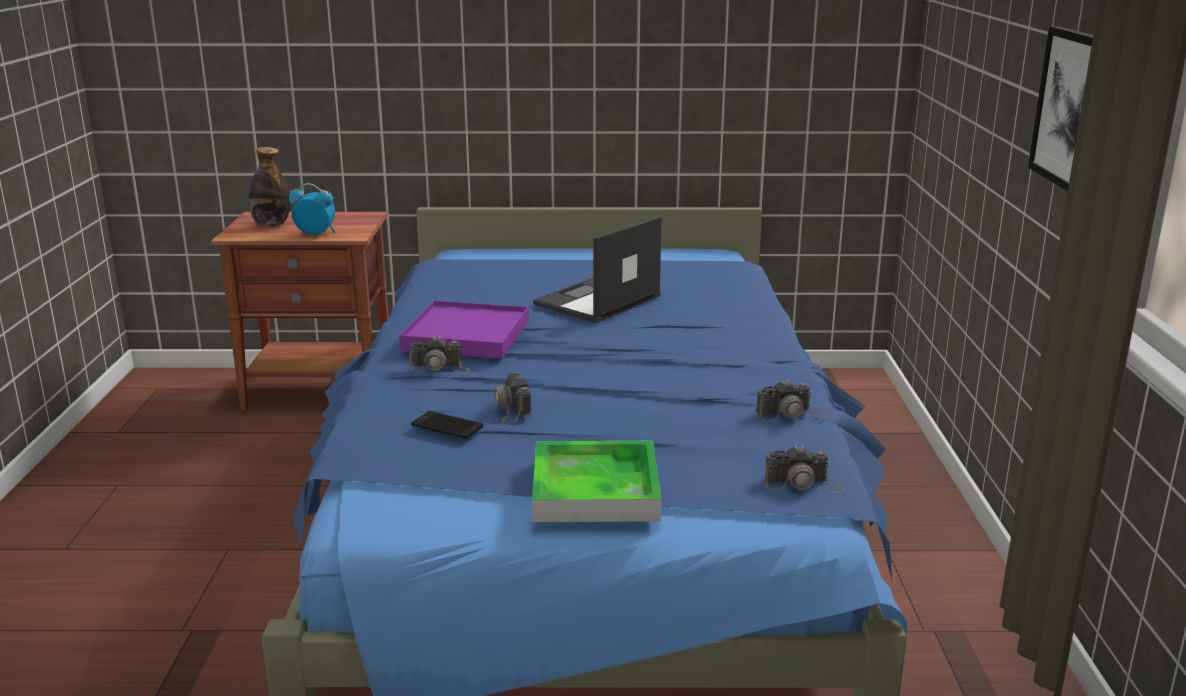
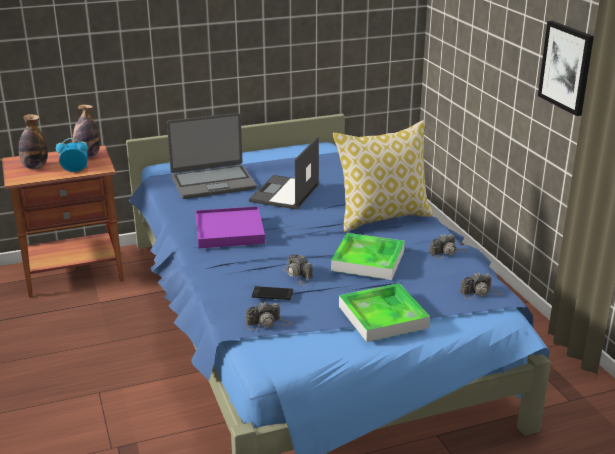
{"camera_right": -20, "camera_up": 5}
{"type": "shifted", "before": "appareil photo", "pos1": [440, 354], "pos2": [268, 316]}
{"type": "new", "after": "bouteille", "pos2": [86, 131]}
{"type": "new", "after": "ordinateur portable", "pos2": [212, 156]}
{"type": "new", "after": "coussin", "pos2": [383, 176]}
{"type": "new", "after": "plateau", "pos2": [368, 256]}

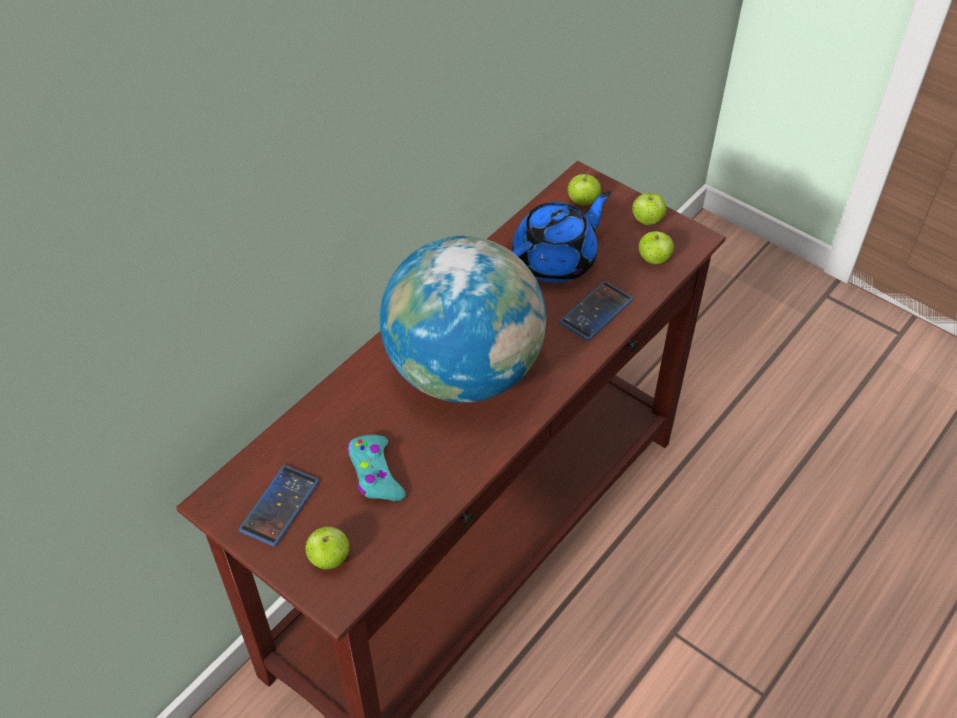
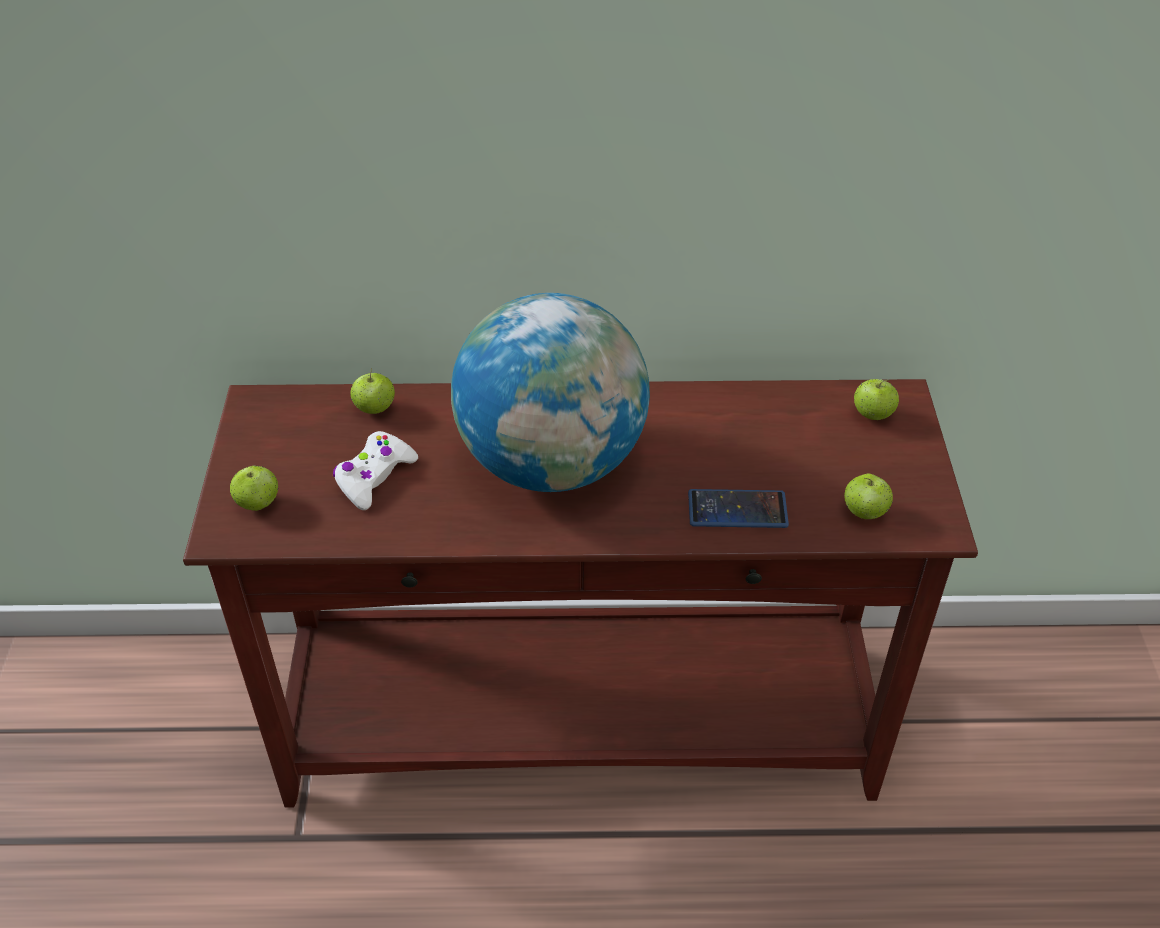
{"camera_right": 50, "camera_up": -5}
{"type": "gone", "before": "théière/bleu", "pos1": [561, 237]}
{"type": "shifted", "before": "pomme", "pos1": [649, 208], "pos2": [372, 391]}
{"type": "repainted", "before": "manette/turquoise", "after": "manette/blanc", "pos1": [376, 468], "pos2": [375, 470]}
{"type": "gone", "before": "téléphone", "pos1": [279, 506]}

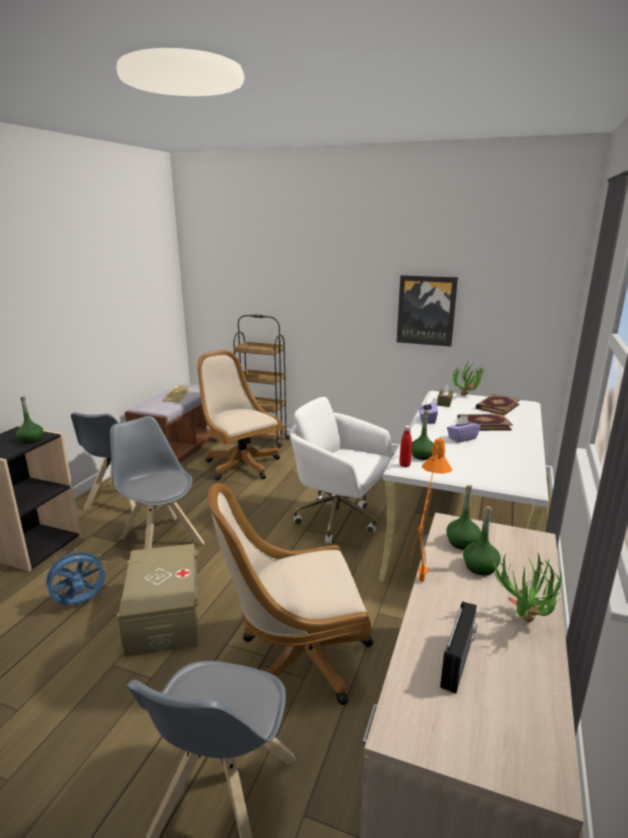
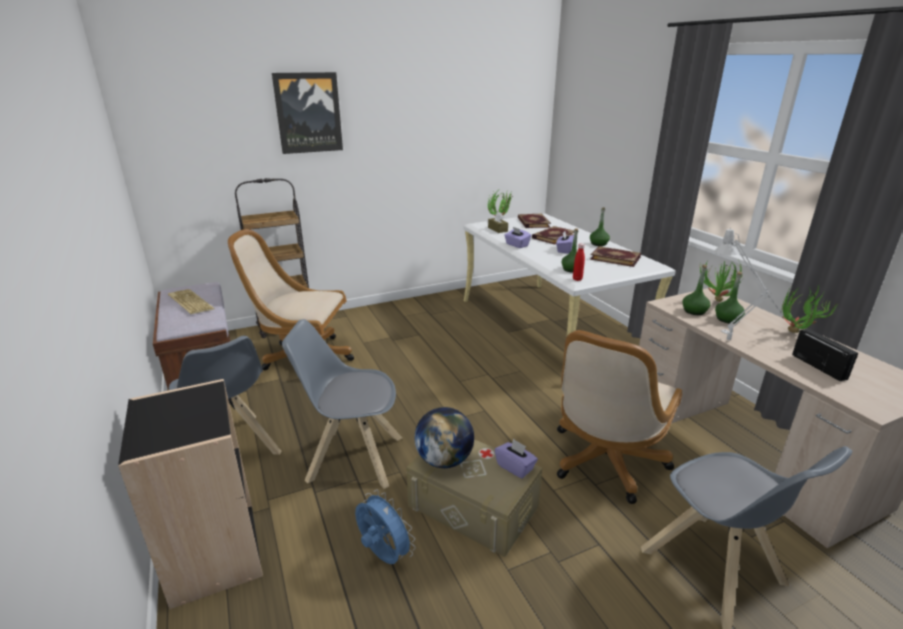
{"camera_right": -45, "camera_up": 5}
{"type": "shifted", "before": "tableau", "pos1": [427, 311], "pos2": [307, 113]}
{"type": "shifted", "before": "bouteille/vert", "pos1": [29, 420], "pos2": [600, 226]}
{"type": "gone", "before": "chaise de bureau/blanc", "pos1": [341, 470]}
{"type": "repainted", "before": "lampe de table/orange", "after": "lampe de table/gris", "pos1": [431, 510], "pos2": [749, 284]}
{"type": "rotated", "before": "ventilateur/bleu", "pos1": [74, 576], "pos2": [385, 527], "turn": 120}
{"type": "new", "after": "livre", "pos2": [615, 256]}
{"type": "new", "after": "plante en pot", "pos2": [721, 280]}
{"type": "new", "after": "globe", "pos2": [444, 437]}
{"type": "new", "after": "boîte à mouchoirs/violet", "pos2": [516, 459]}

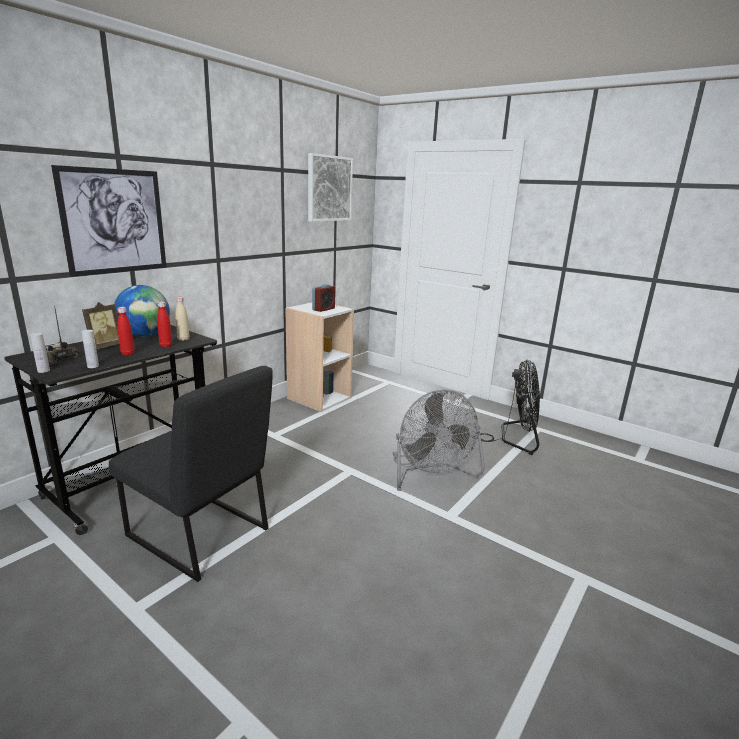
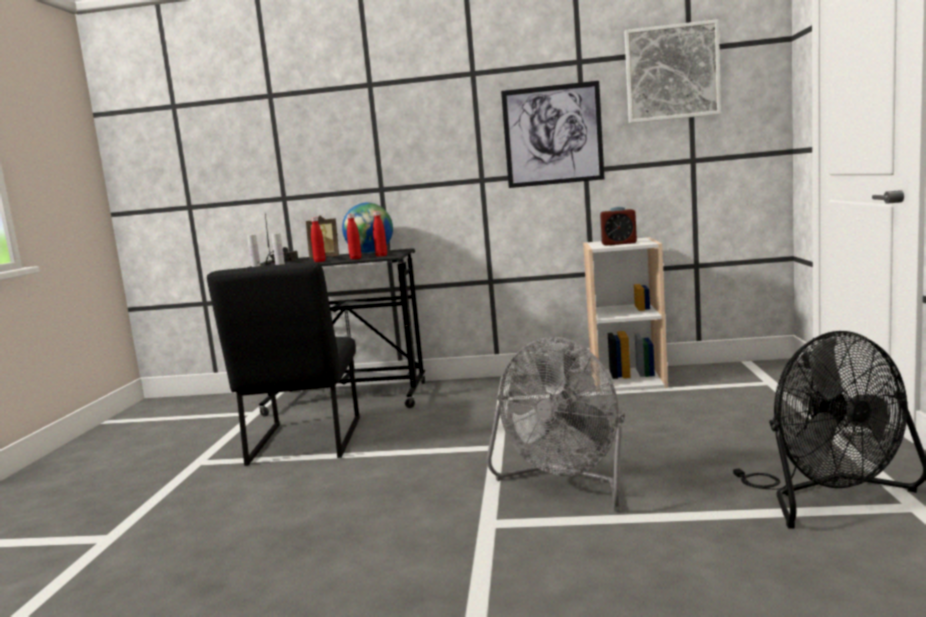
{"camera_right": 60, "camera_up": -10}
{"type": "shifted", "before": "tableau", "pos1": [108, 221], "pos2": [553, 134]}
{"type": "repainted", "before": "bouteille/beige", "after": "bouteille/rouge", "pos1": [182, 319], "pos2": [380, 234]}

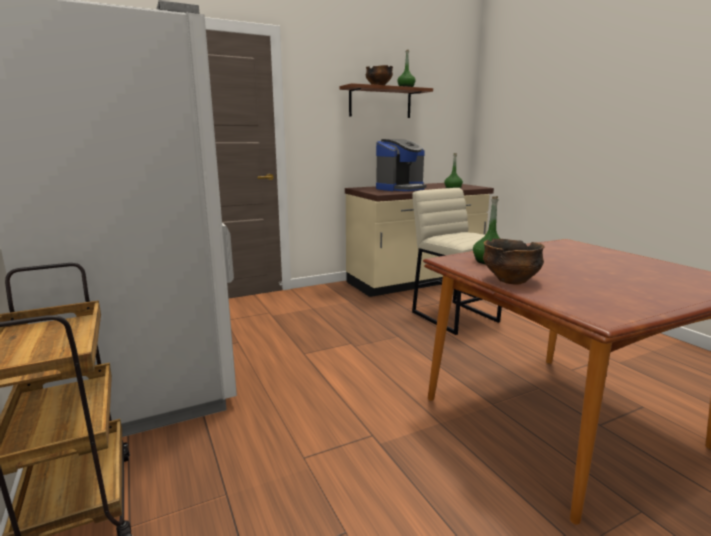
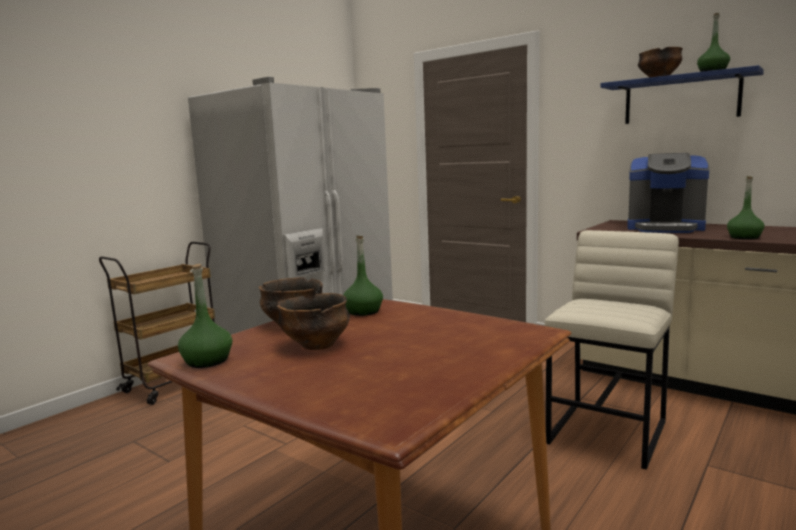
{"camera_right": 65, "camera_up": -5}
{"type": "repainted", "before": "étagère/marron", "after": "étagère/bleu", "pos1": [386, 100], "pos2": [682, 94]}
{"type": "new", "after": "bouteille/vert", "pos2": [205, 316]}
{"type": "new", "after": "bol", "pos2": [313, 321]}

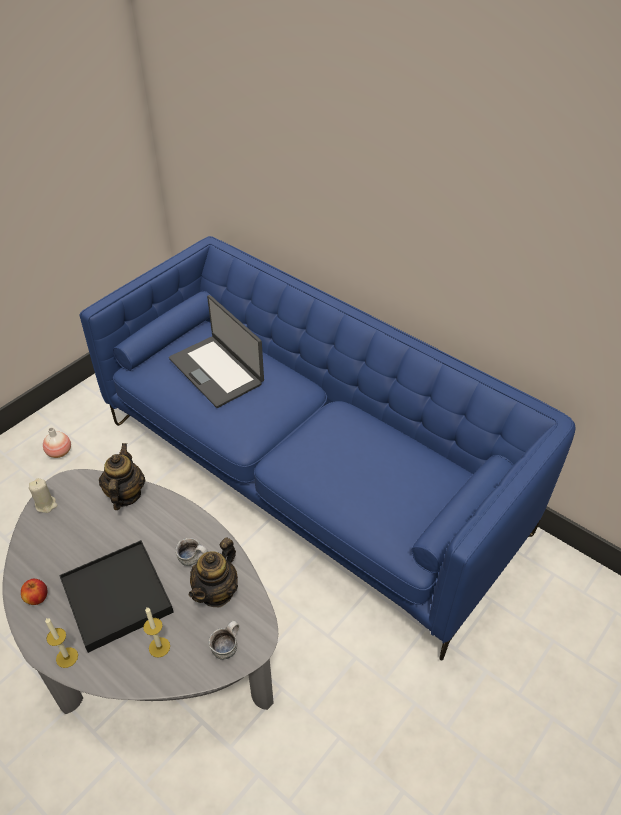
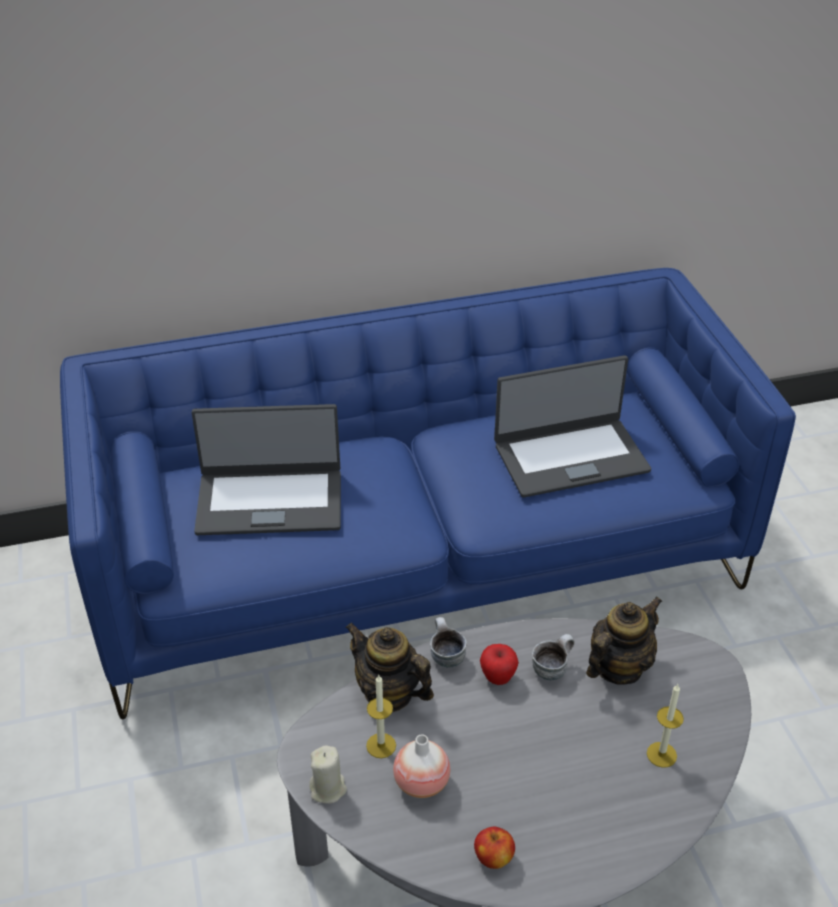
{"camera_right": -55, "camera_up": -5}
{"type": "shifted", "before": "vase", "pos1": [57, 442], "pos2": [421, 766]}
{"type": "rotated", "before": "théière", "pos1": [213, 572], "pos2": [624, 640], "turn": -105}
{"type": "gone", "before": "plateau/noir", "pos1": [116, 596]}
{"type": "shifted", "before": "bougie", "pos1": [61, 643], "pos2": [381, 716]}
{"type": "shifted", "before": "mug", "pos1": [224, 640], "pos2": [448, 642]}
{"type": "new", "after": "ordinateur portable", "pos2": [572, 426]}
{"type": "new", "after": "pomme", "pos2": [499, 664]}

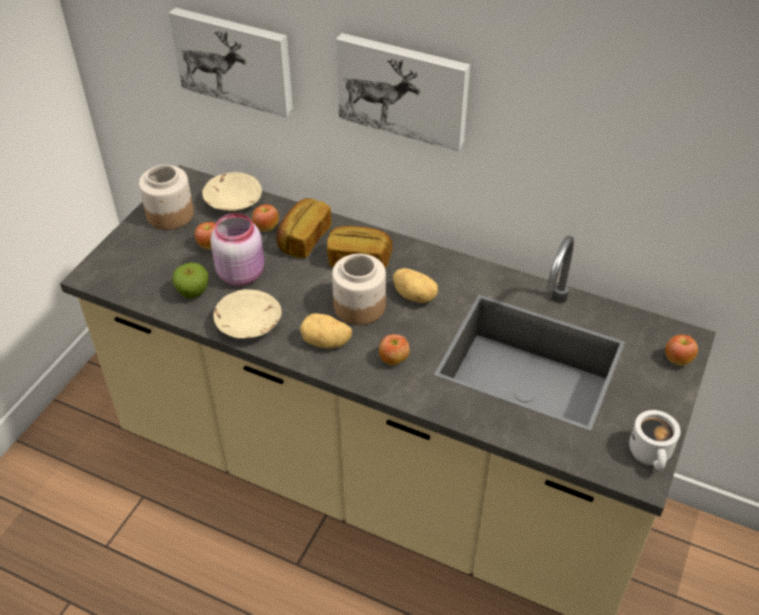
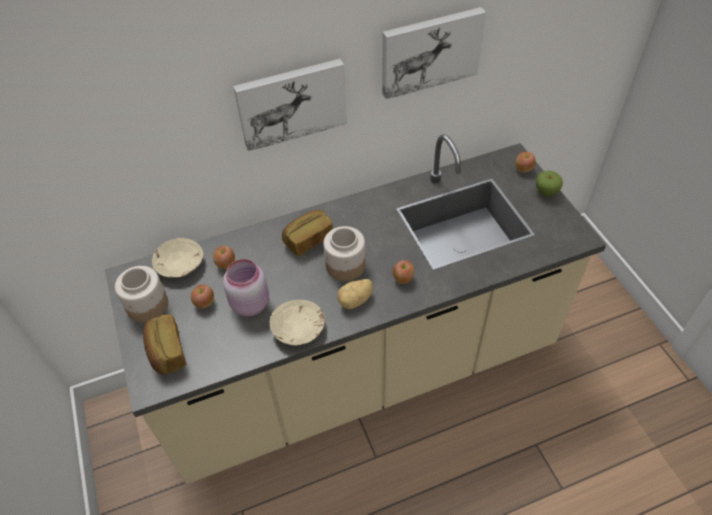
{"camera_right": -45, "camera_up": 5}
{"type": "shifted", "before": "tableau", "pos1": [231, 62], "pos2": [434, 53]}
{"type": "shifted", "before": "pain", "pos1": [303, 228], "pos2": [164, 344]}
{"type": "shifted", "before": "pomme", "pos1": [190, 280], "pos2": [549, 184]}
{"type": "gone", "before": "pomme de terre", "pos1": [415, 285]}
{"type": "gone", "before": "mug/blanc", "pos1": [654, 440]}

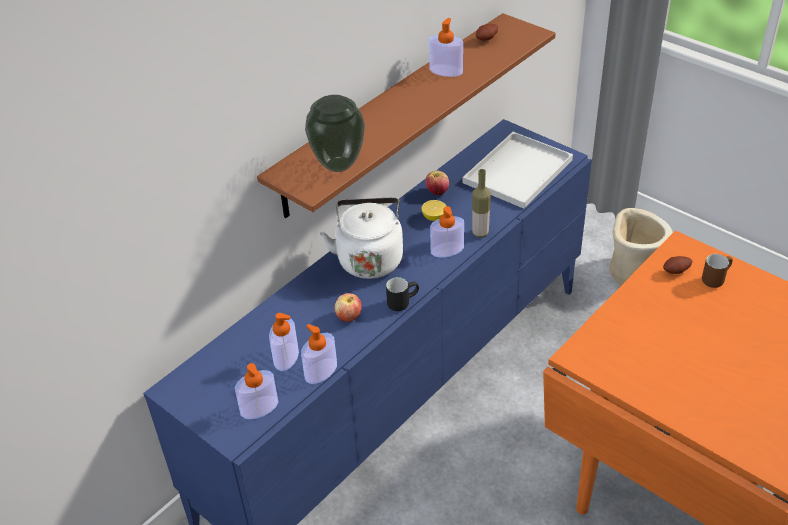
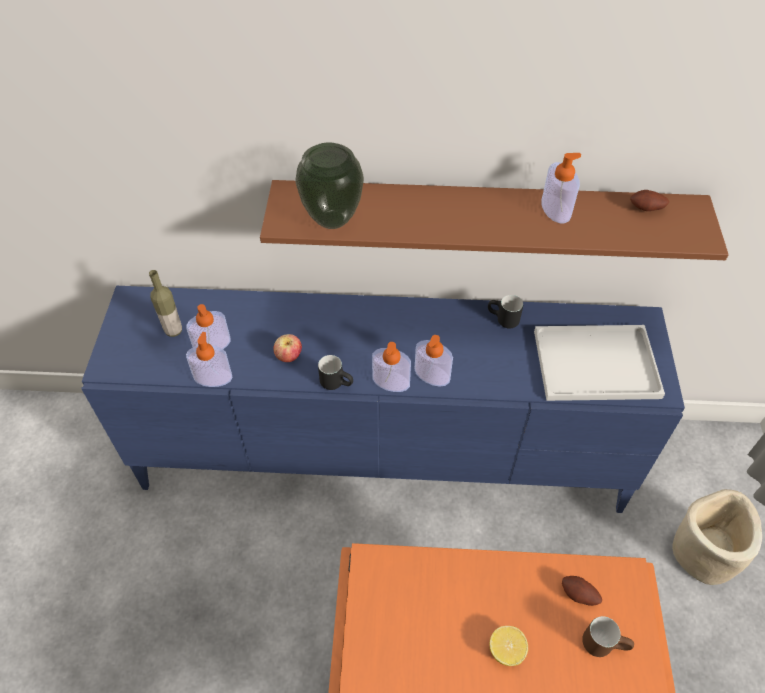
{"camera_right": 50, "camera_up": 10}
{"type": "shifted", "before": "bouteille", "pos1": [481, 203], "pos2": [165, 303]}
{"type": "swapped", "before": "pomme", "after": "mug/noir", "pos1": [437, 183], "pos2": [505, 311]}
{"type": "gone", "before": "bouilloire/blanc", "pos1": [361, 238]}
{"type": "shifted", "before": "citron", "pos1": [433, 210], "pos2": [509, 646]}
{"type": "shifted", "before": "distributeur de savon", "pos1": [256, 391], "pos2": [391, 367]}

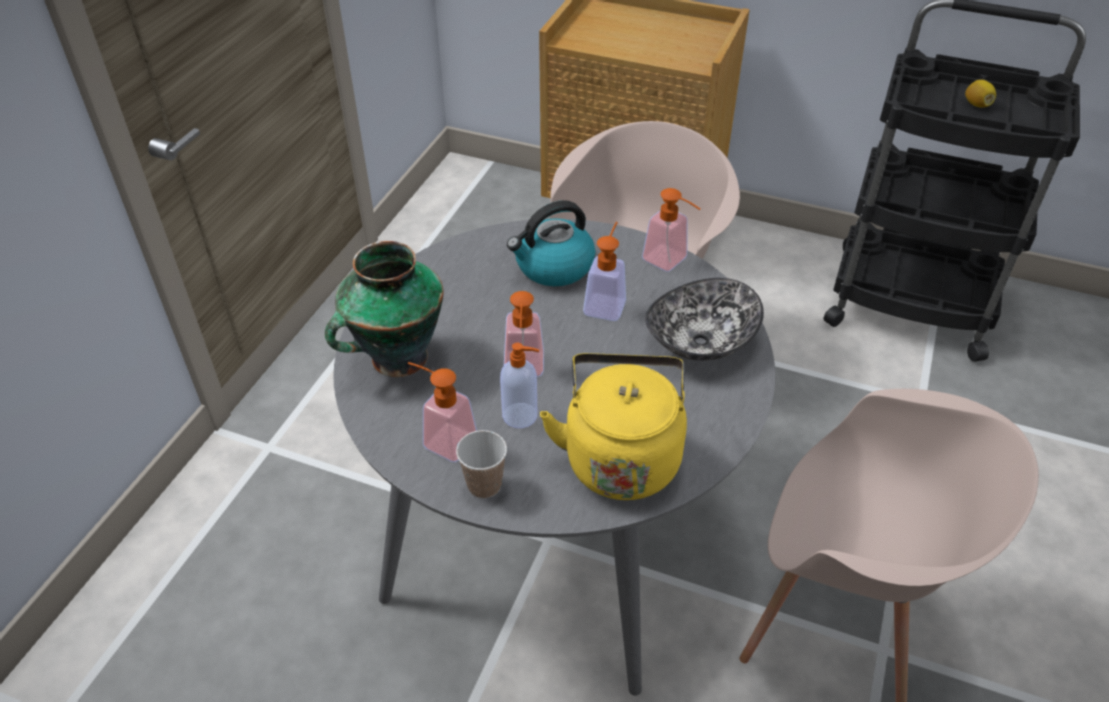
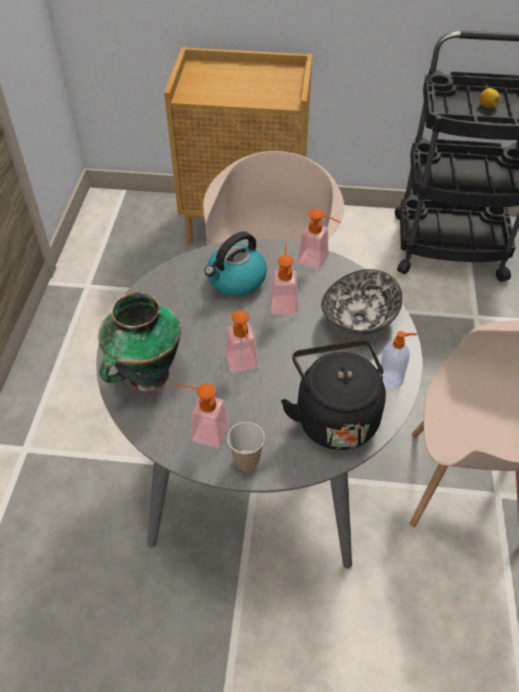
{"camera_right": -15, "camera_up": 5}
{"type": "shifted", "before": "distributeur de savon", "pos1": [519, 385], "pos2": [398, 360]}
{"type": "repainted", "before": "bouilloire/jaune", "after": "bouilloire/noir", "pos1": [613, 426], "pos2": [333, 395]}

